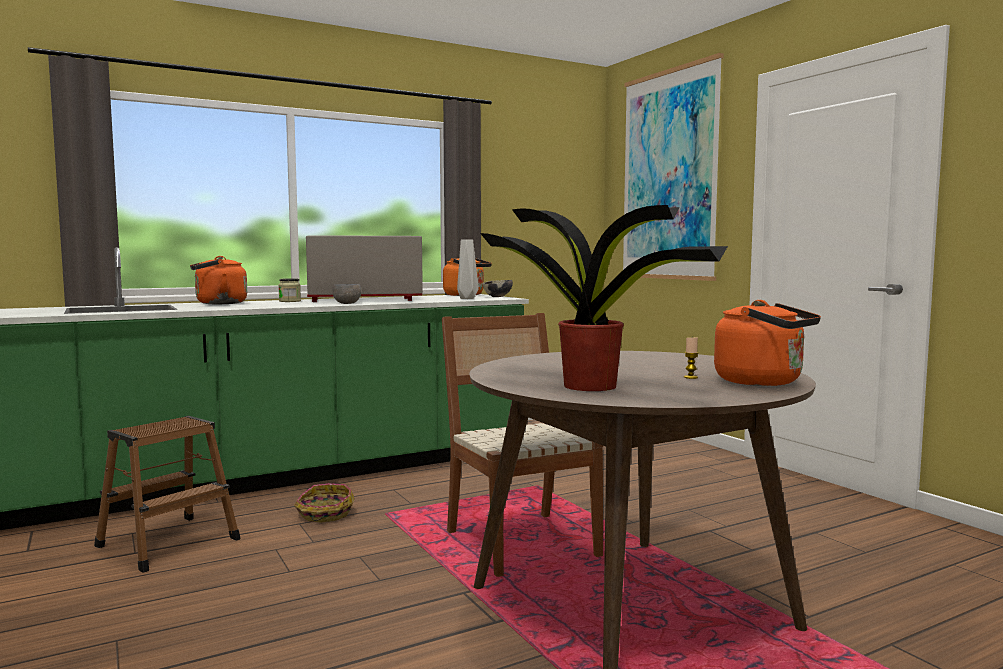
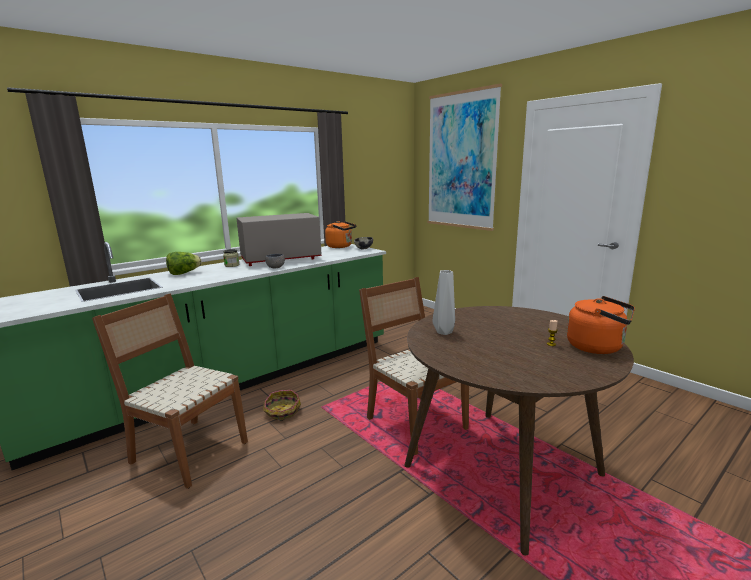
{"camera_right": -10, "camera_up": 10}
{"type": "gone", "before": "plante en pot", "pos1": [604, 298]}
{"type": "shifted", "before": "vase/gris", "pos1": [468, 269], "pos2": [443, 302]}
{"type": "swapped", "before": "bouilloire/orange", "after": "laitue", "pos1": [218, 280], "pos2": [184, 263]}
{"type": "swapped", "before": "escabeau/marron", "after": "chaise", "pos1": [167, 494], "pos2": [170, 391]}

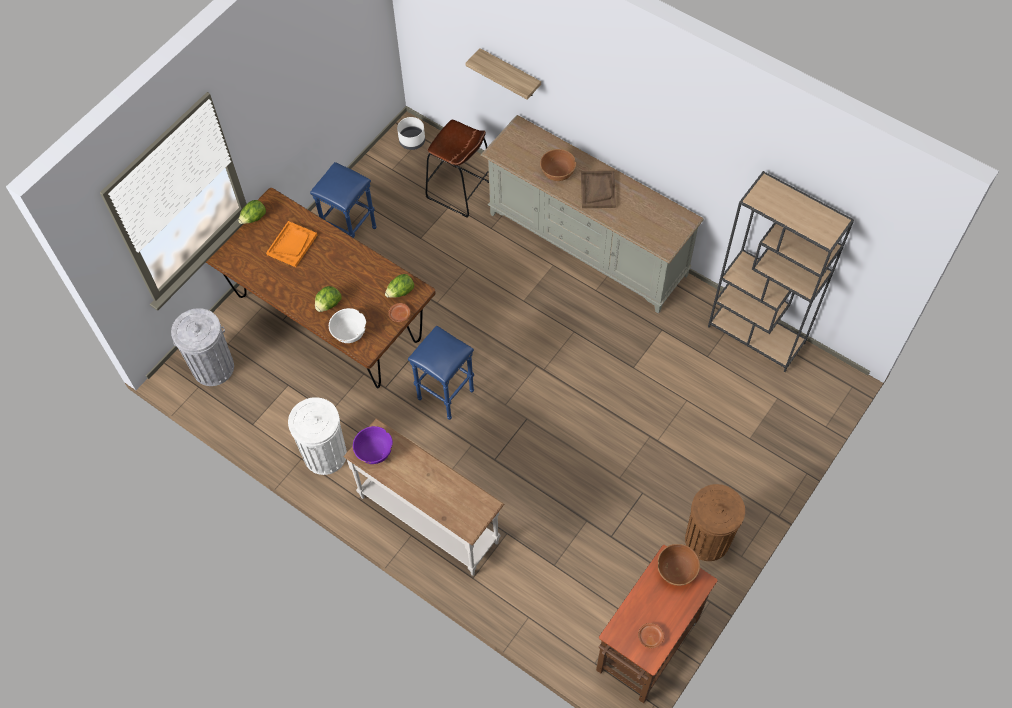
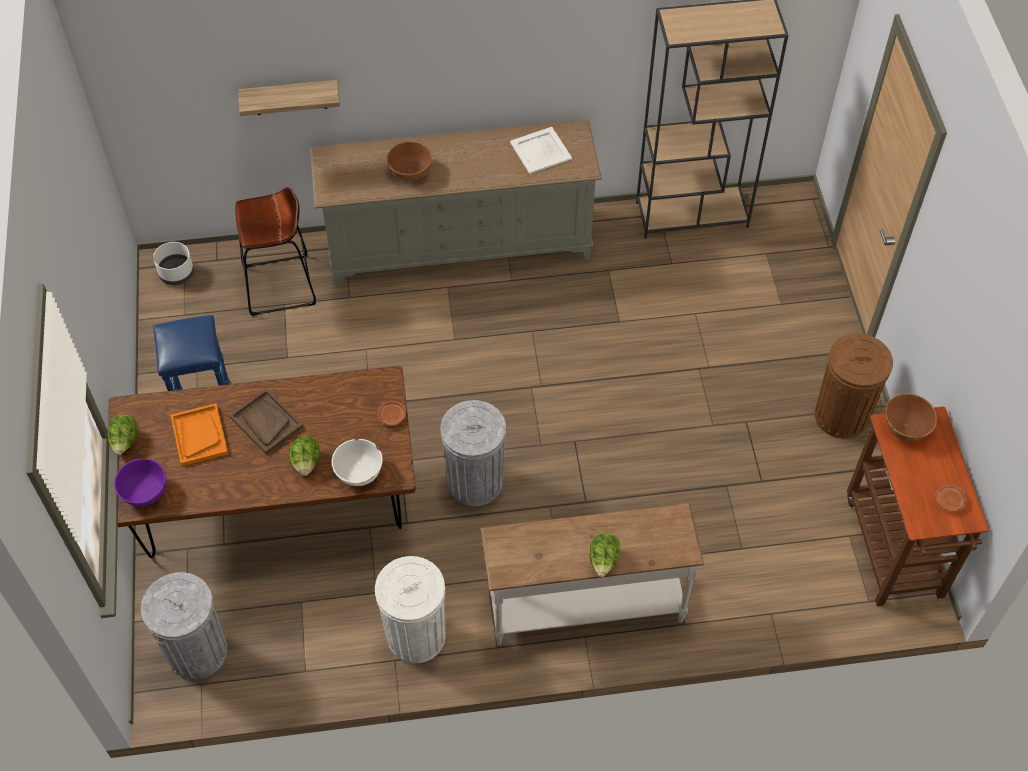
{"camera_right": -45, "camera_up": -5}
{"type": "shifted", "before": "plateau/marron", "pos1": [598, 189], "pos2": [266, 422]}
{"type": "shifted", "before": "laitue", "pos1": [399, 286], "pos2": [605, 555]}
{"type": "swapped", "before": "tabouret/bleu", "after": "poubelle/gris", "pos1": [441, 373], "pos2": [473, 453]}
{"type": "shifted", "before": "bol/violet", "pos1": [373, 445], "pos2": [140, 482]}
{"type": "new", "after": "plateau/blanc", "pos2": [541, 150]}

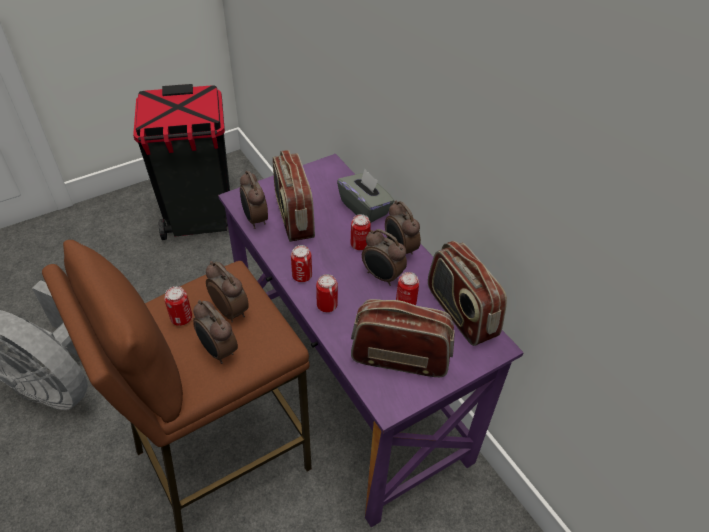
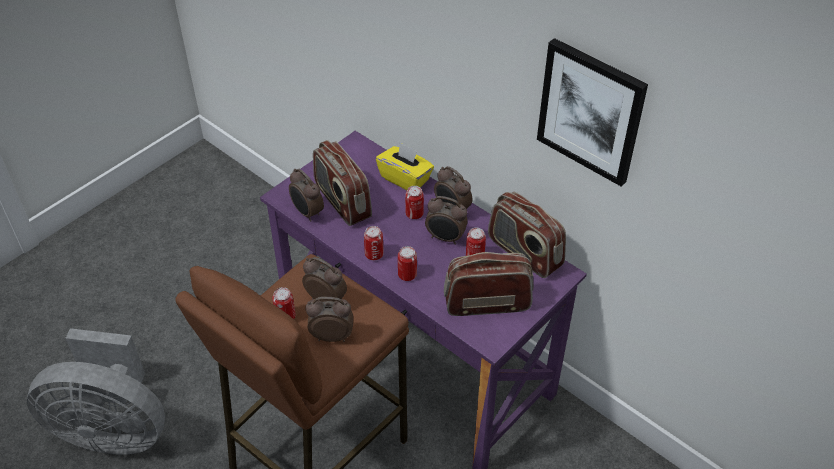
{"camera_right": -15, "camera_up": 0}
{"type": "gone", "before": "poubelle/noir", "pos1": [181, 162]}
{"type": "repainted", "before": "boîte à mouchoirs/gris", "after": "boîte à mouchoirs/jaune", "pos1": [365, 196], "pos2": [405, 166]}
{"type": "rotated", "before": "réveil", "pos1": [215, 332], "pos2": [329, 319], "turn": 150}
{"type": "new", "after": "tableau", "pos2": [592, 112]}

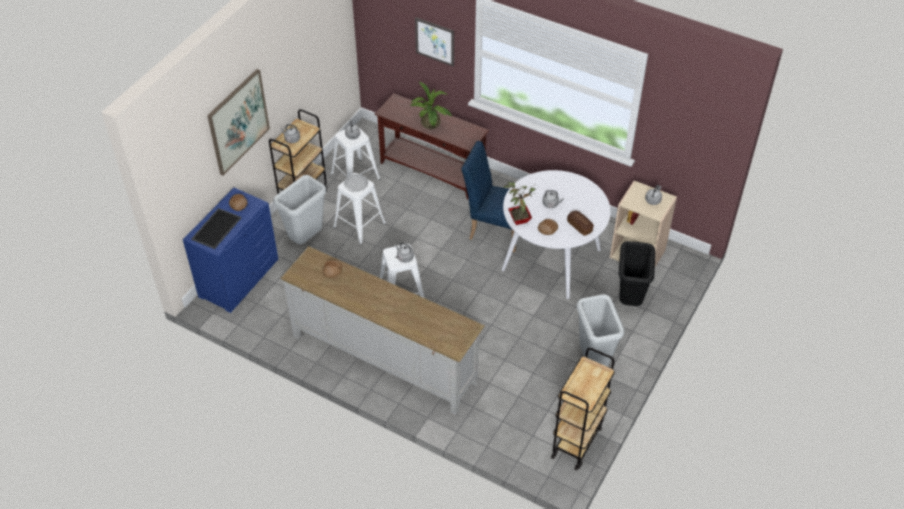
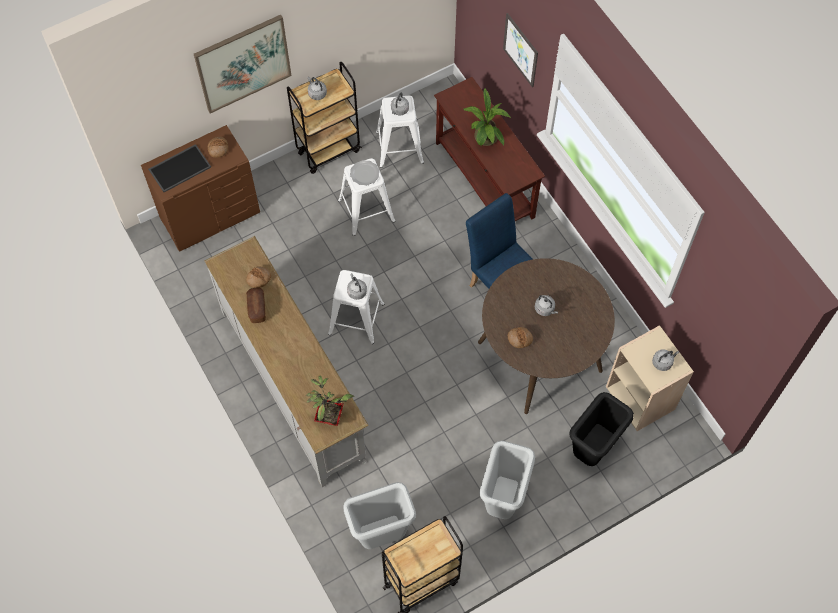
{"camera_right": 30, "camera_up": 15}
{"type": "repainted", "before": "table à manger/blanc", "after": "table à manger/marron", "pos1": [556, 234], "pos2": [546, 336]}
{"type": "shifted", "before": "poubelle/gris", "pos1": [299, 209], "pos2": [379, 515]}
{"type": "shifted", "before": "plante en pot", "pos1": [519, 203], "pos2": [330, 400]}
{"type": "repainted", "before": "commode/bleu", "after": "commode/marron", "pos1": [230, 250], "pos2": [200, 188]}
{"type": "shifted", "before": "pain", "pos1": [580, 223], "pos2": [256, 305]}

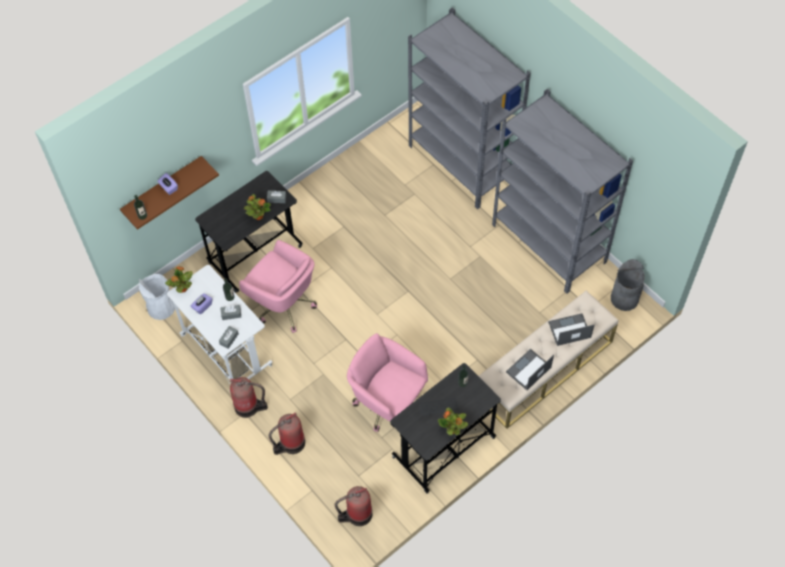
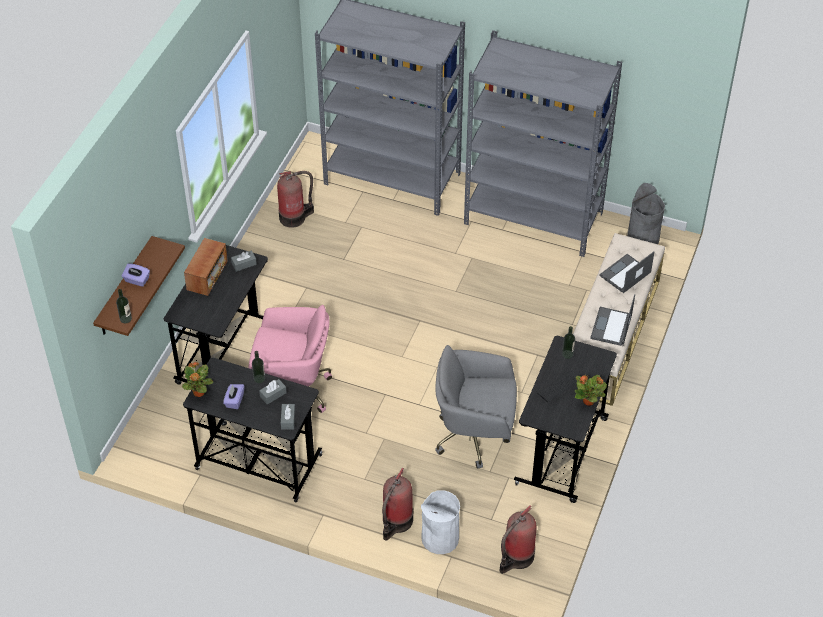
{"camera_right": -30, "camera_up": -10}
{"type": "gone", "before": "plante en pot", "pos1": [257, 207]}
{"type": "repainted", "before": "bureau/blanc", "after": "bureau/noir", "pos1": [219, 328], "pos2": [252, 429]}
{"type": "shifted", "before": "poubelle/blanc", "pos1": [157, 297], "pos2": [440, 522]}
{"type": "repainted", "before": "chaise de bureau/rose", "after": "chaise de bureau/gris", "pos1": [387, 382], "pos2": [476, 407]}
{"type": "shifted", "before": "extincteur", "pos1": [249, 397], "pos2": [295, 199]}
{"type": "new", "after": "radio", "pos2": [206, 267]}

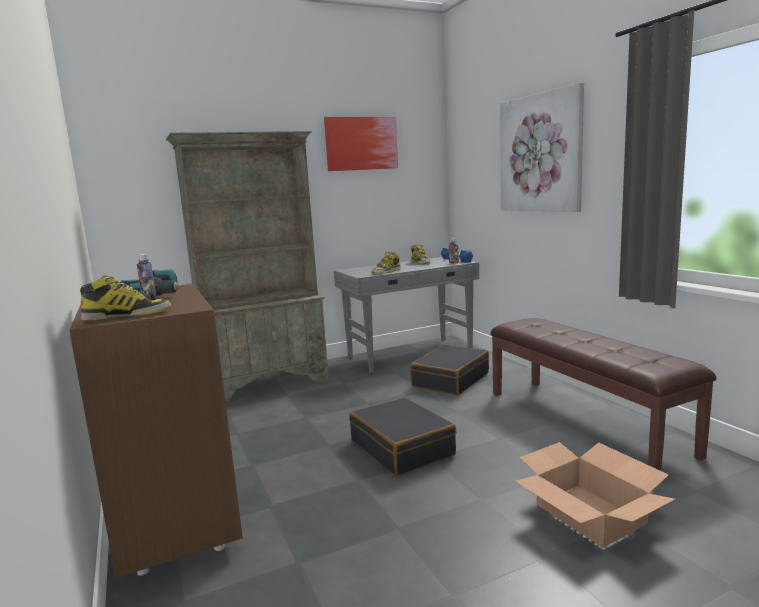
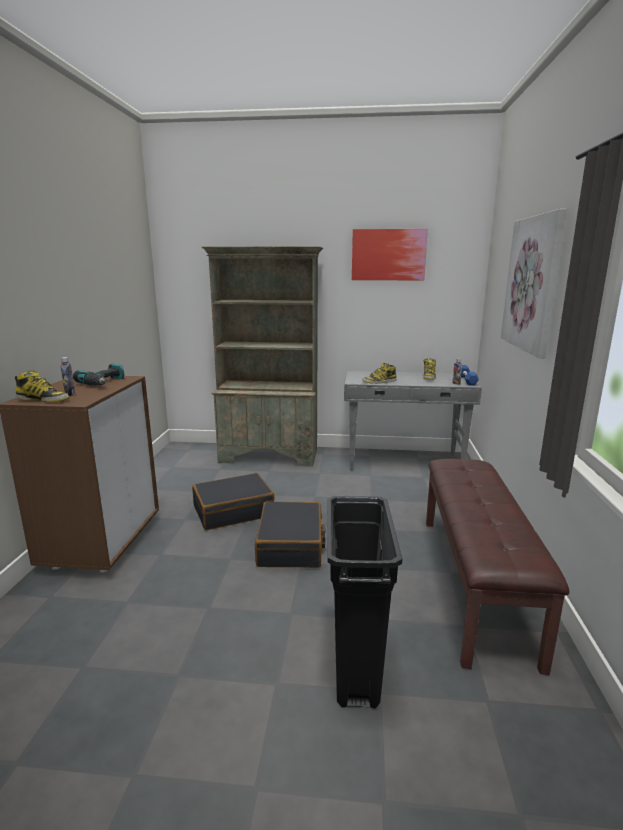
{"camera_right": 30, "camera_up": 5}
{"type": "shifted", "before": "valise/noir", "pos1": [449, 369], "pos2": [233, 501]}
{"type": "swapped", "before": "carton", "after": "poubelle/noir", "pos1": [595, 495], "pos2": [364, 602]}

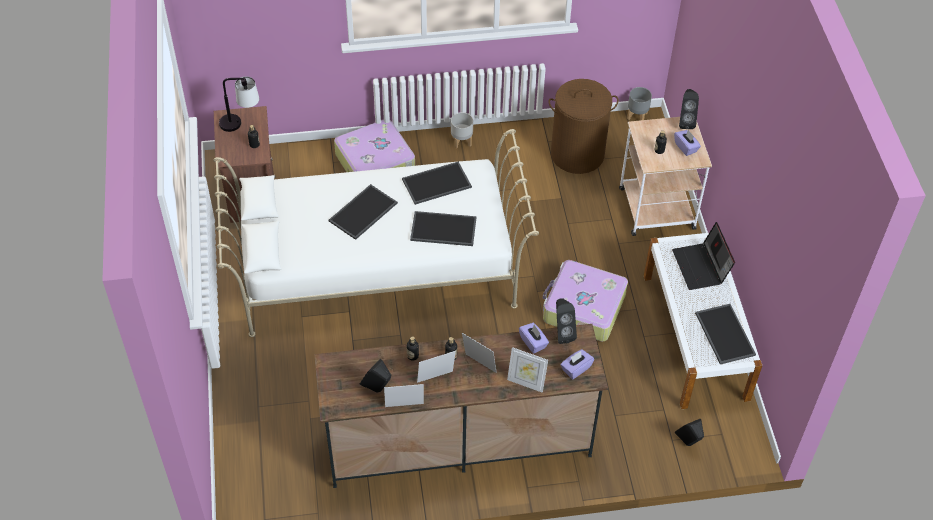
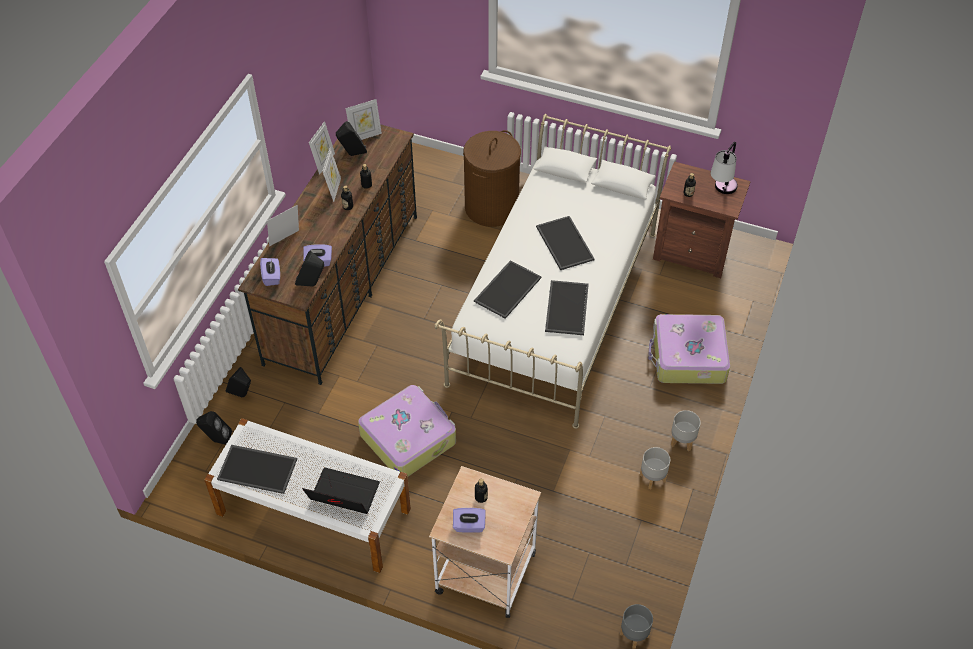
{"camera_right": 120, "camera_up": 0}
{"type": "shifted", "before": "panier à linge/marron", "pos1": [583, 126], "pos2": [492, 178]}
{"type": "shifted", "before": "enceinte/noir", "pos1": [689, 109], "pos2": [238, 382]}
{"type": "shifted", "before": "cadre photo", "pos1": [479, 353], "pos2": [364, 119]}
{"type": "new", "after": "cache-pot/gris", "pos2": [654, 468]}

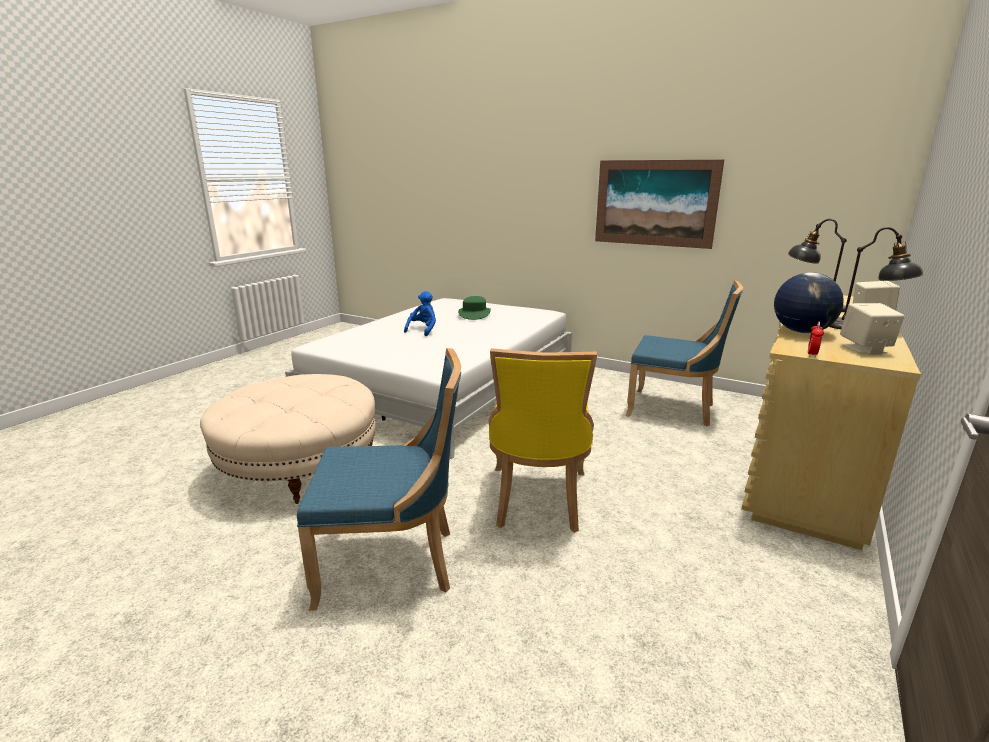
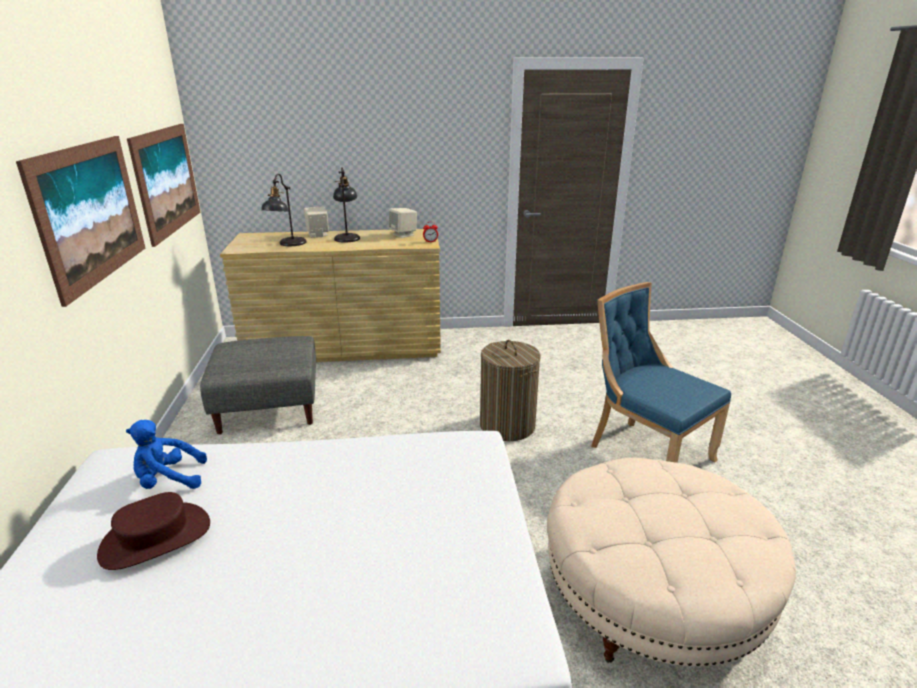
{"camera_right": -125, "camera_up": 5}
{"type": "gone", "before": "globe", "pos1": [809, 302]}
{"type": "swapped", "before": "chaise/bleu", "after": "pouf/gris", "pos1": [684, 353], "pos2": [258, 385]}
{"type": "shifted", "before": "peluche/bleu", "pos1": [420, 313], "pos2": [166, 454]}
{"type": "repainted", "before": "chapeau/vert", "after": "chapeau/marron", "pos1": [474, 308], "pos2": [153, 531]}
{"type": "swapped", "before": "chaise/jaune", "after": "panier à linge", "pos1": [542, 440], "pos2": [510, 390]}
{"type": "new", "after": "tableau", "pos2": [163, 185]}

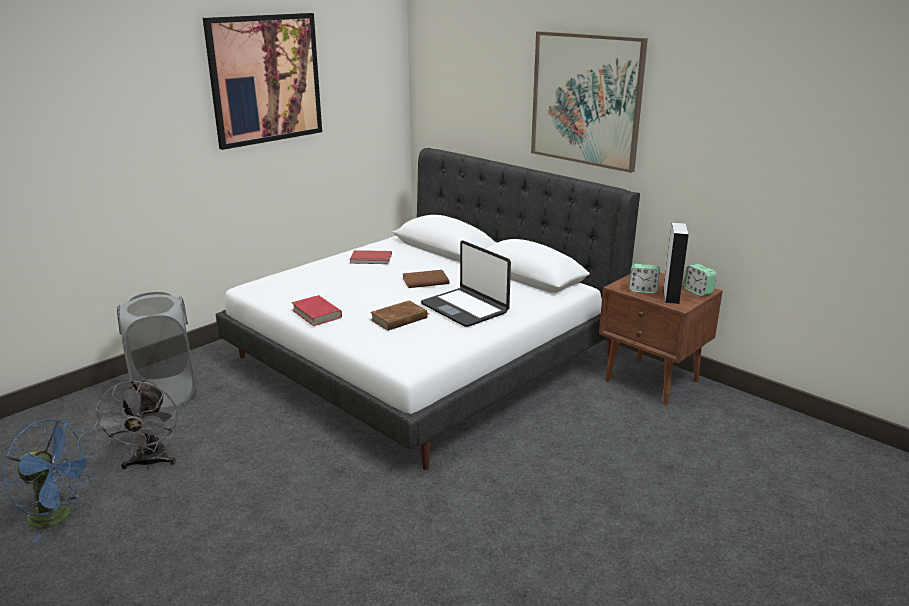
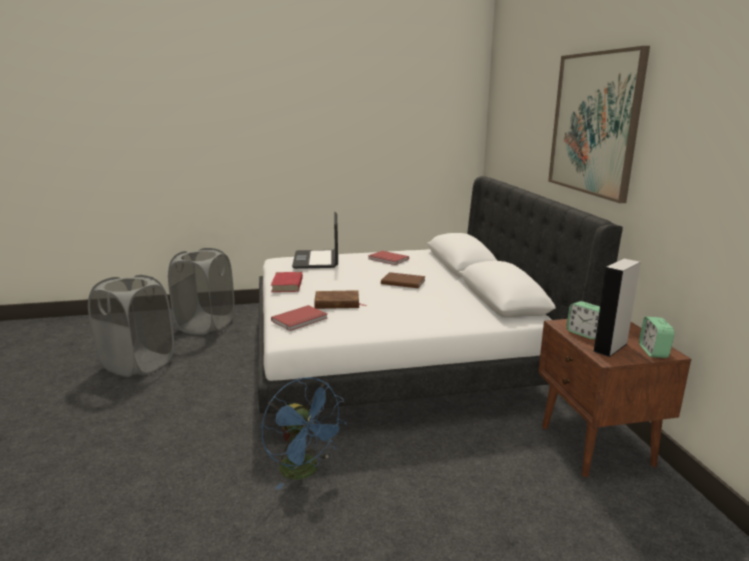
{"camera_right": 35, "camera_up": -5}
{"type": "gone", "before": "tableau", "pos1": [262, 81]}
{"type": "shifted", "before": "ordinateur portable", "pos1": [466, 284], "pos2": [315, 240]}
{"type": "swapped", "before": "ventilateur/gris", "after": "panier à linge/gris", "pos1": [136, 424], "pos2": [131, 326]}
{"type": "shifted", "before": "ventilateur/bleu", "pos1": [49, 480], "pos2": [304, 433]}
{"type": "new", "after": "livre/rouge", "pos2": [299, 318]}

